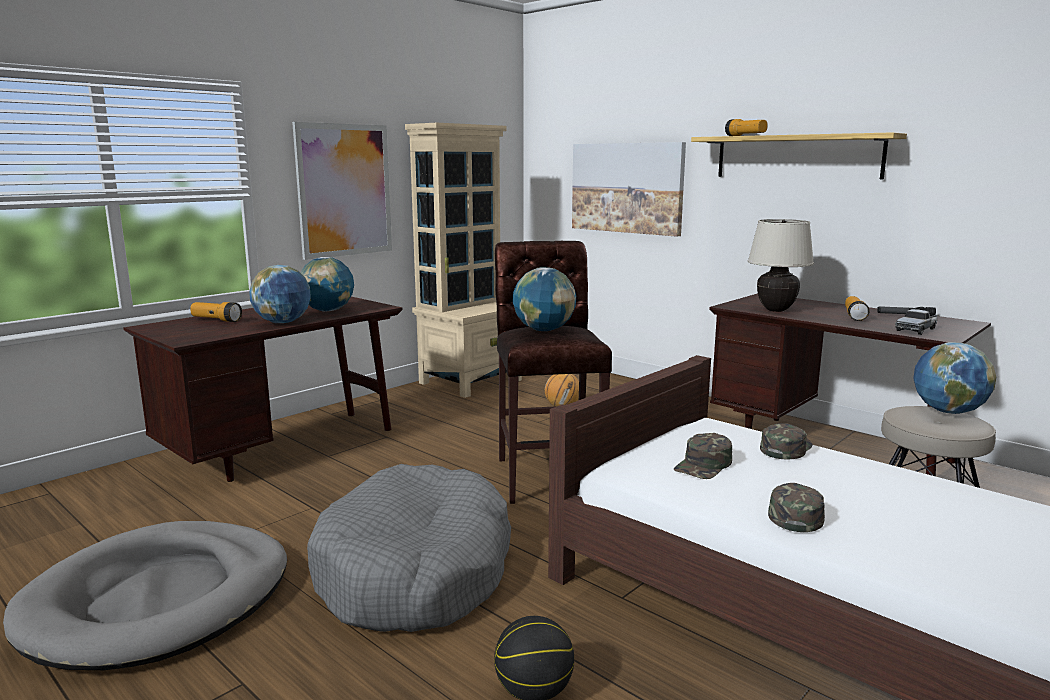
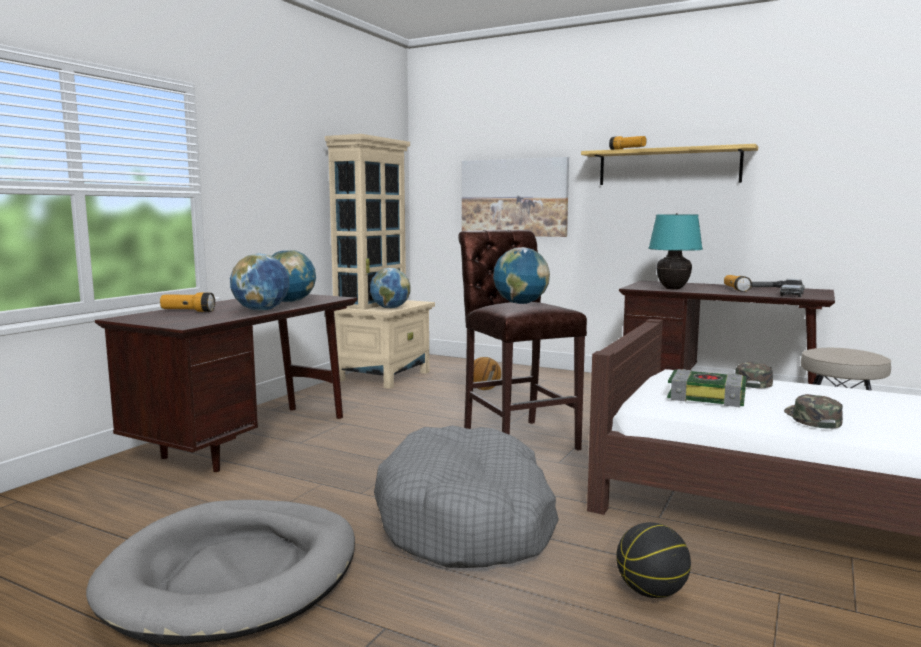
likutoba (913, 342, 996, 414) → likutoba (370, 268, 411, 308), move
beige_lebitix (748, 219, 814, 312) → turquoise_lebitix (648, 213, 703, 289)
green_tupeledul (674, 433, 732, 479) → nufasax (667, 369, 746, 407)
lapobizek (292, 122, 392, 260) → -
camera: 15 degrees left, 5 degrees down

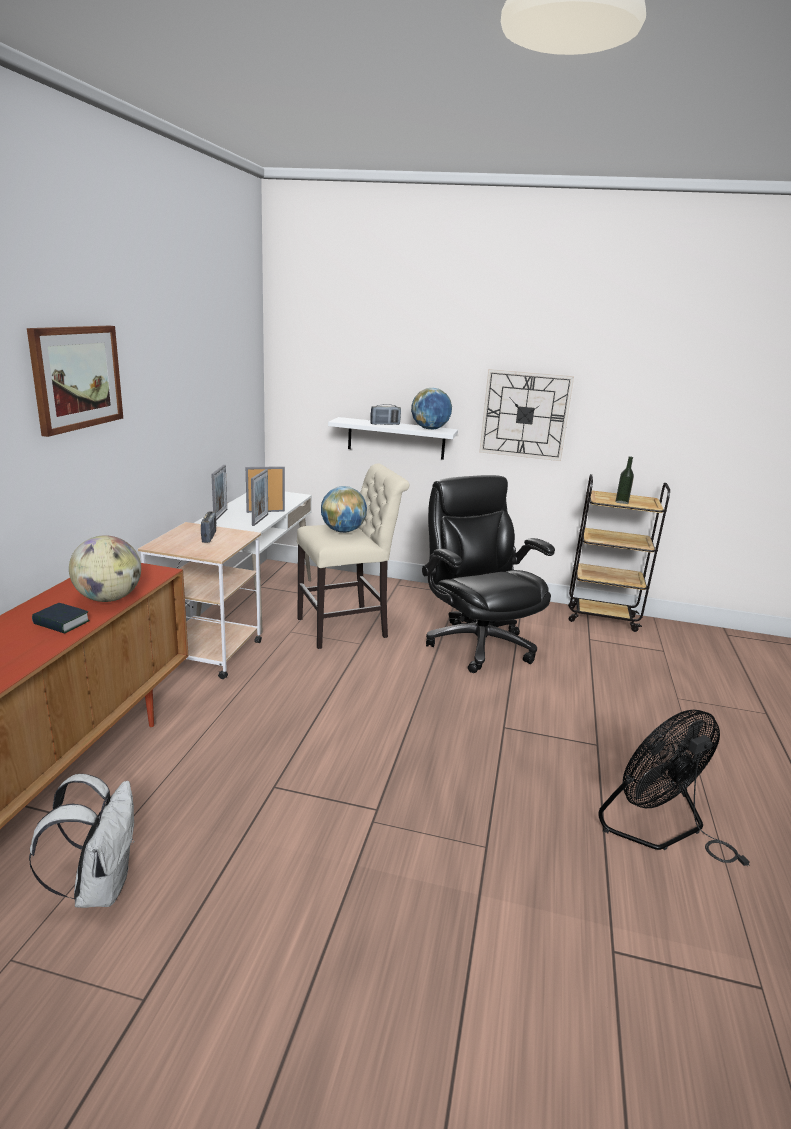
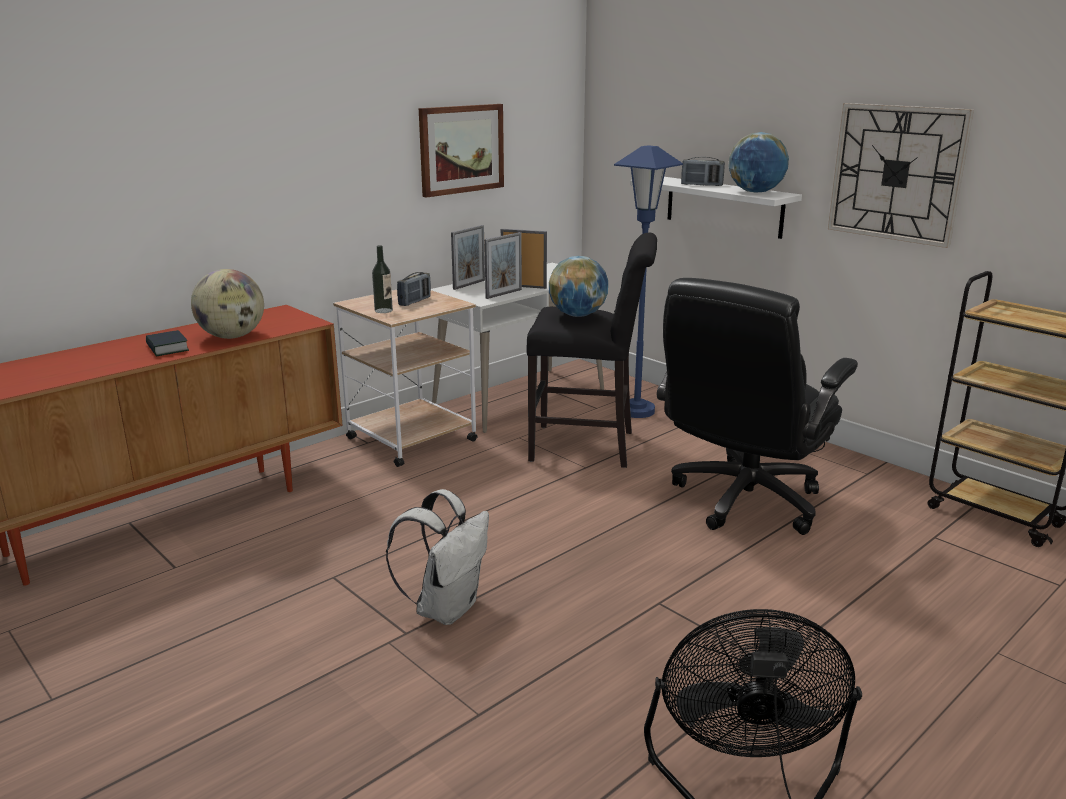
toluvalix (616, 456, 634, 504) → toluvalix (372, 245, 393, 313), move
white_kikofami (29, 774, 135, 908) → white_kikofami (386, 489, 489, 625), move
lapobizek (27, 326, 123, 437) → lapobizek (419, 104, 504, 198), move
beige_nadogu (297, 463, 409, 649) → black_nadogu (526, 233, 657, 468)
- → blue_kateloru (614, 145, 683, 418)
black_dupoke (422, 475, 555, 673) → black_dupoke (657, 278, 858, 535), 150 degrees counterclockwise
camera: 35 degrees right, 0 degrees up

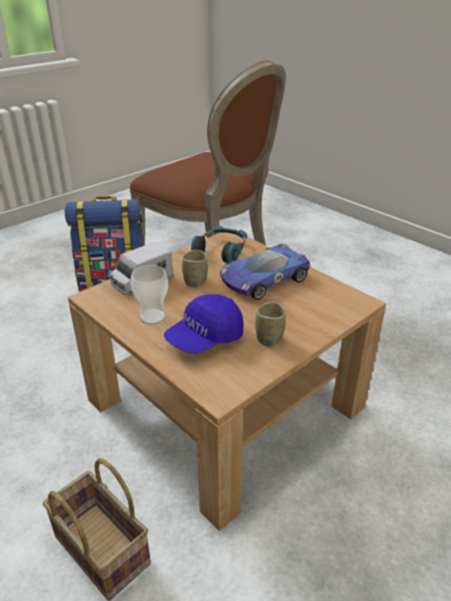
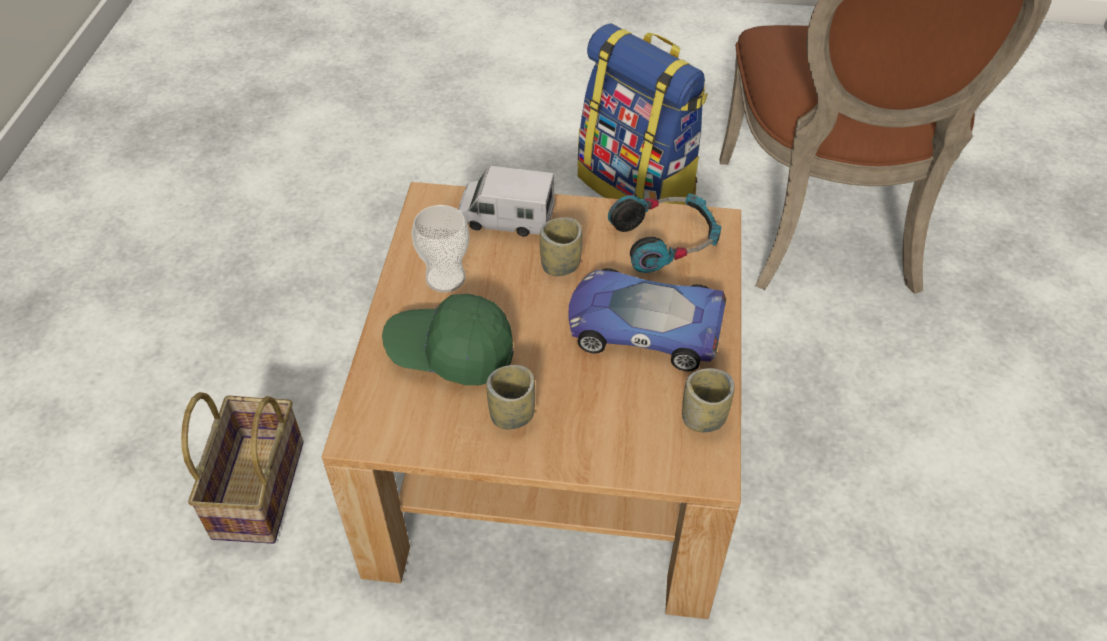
blue_tupeledul (164, 294, 243, 354) → green_tupeledul (382, 294, 513, 385)
- → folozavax (682, 368, 734, 432)
camera: 50 degrees right, 15 degrees up

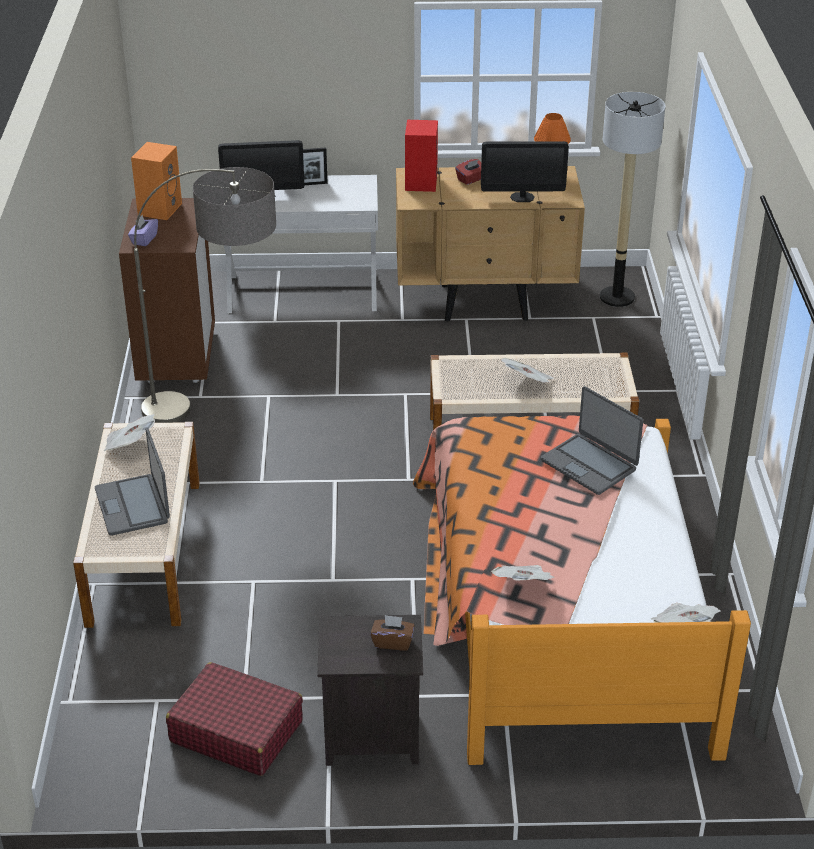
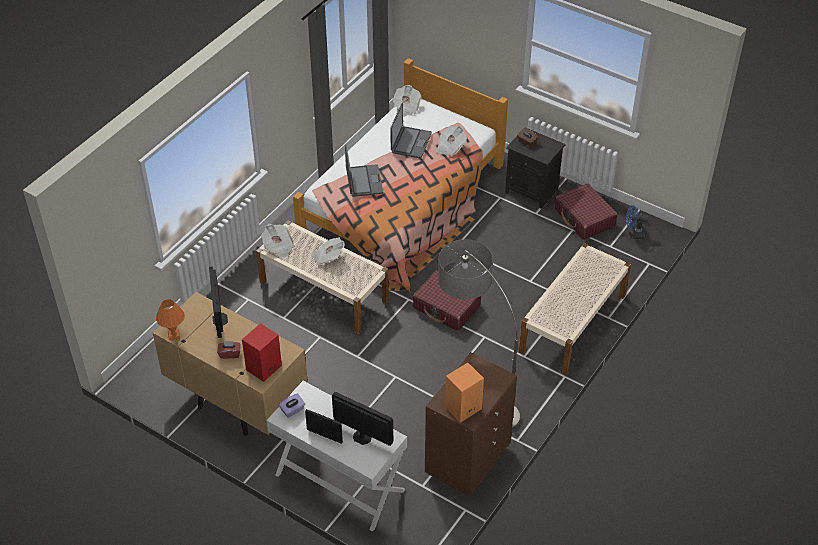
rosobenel (481, 141, 569, 202) → rosobenel (209, 266, 228, 338), 135 degrees counterclockwise
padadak (104, 414, 155, 451) → padadak (261, 224, 295, 259), move
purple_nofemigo (128, 215, 158, 246) → purple_nofemigo (279, 393, 305, 418), move
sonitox (95, 428, 170, 536) → sonitox (390, 103, 432, 158), move
- → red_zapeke (413, 270, 481, 331)
- → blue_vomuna (626, 205, 648, 240)
kateloru (600, 92, 665, 307) → -
camera: 145 degrees left, 10 degrees up

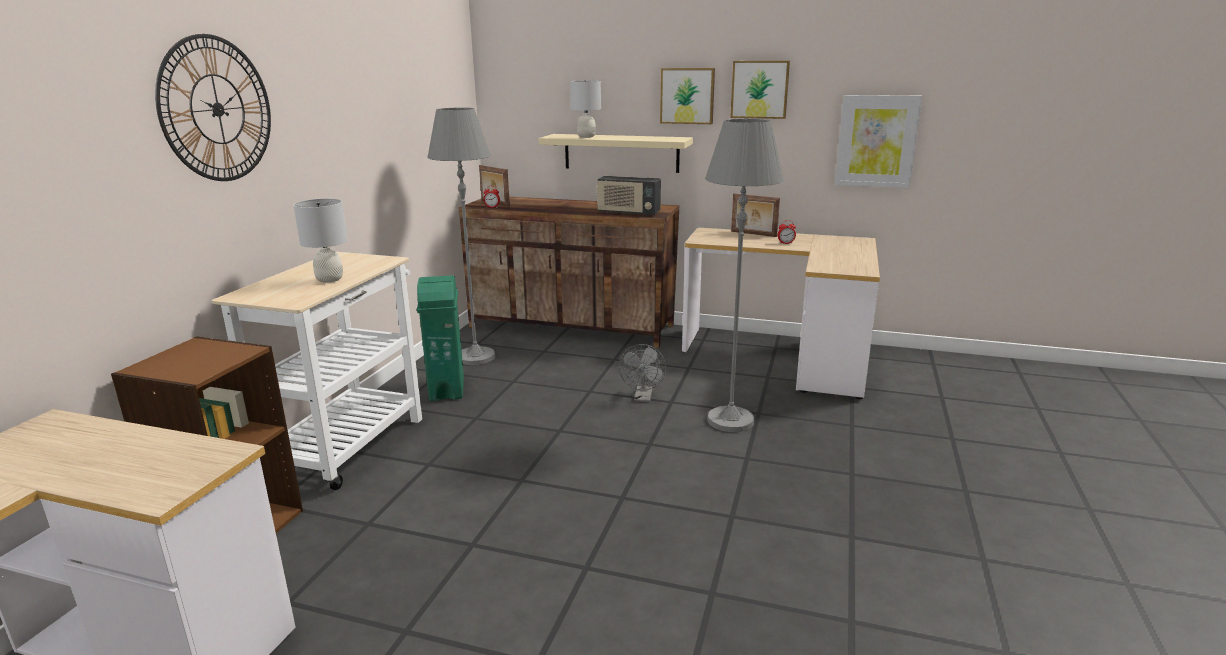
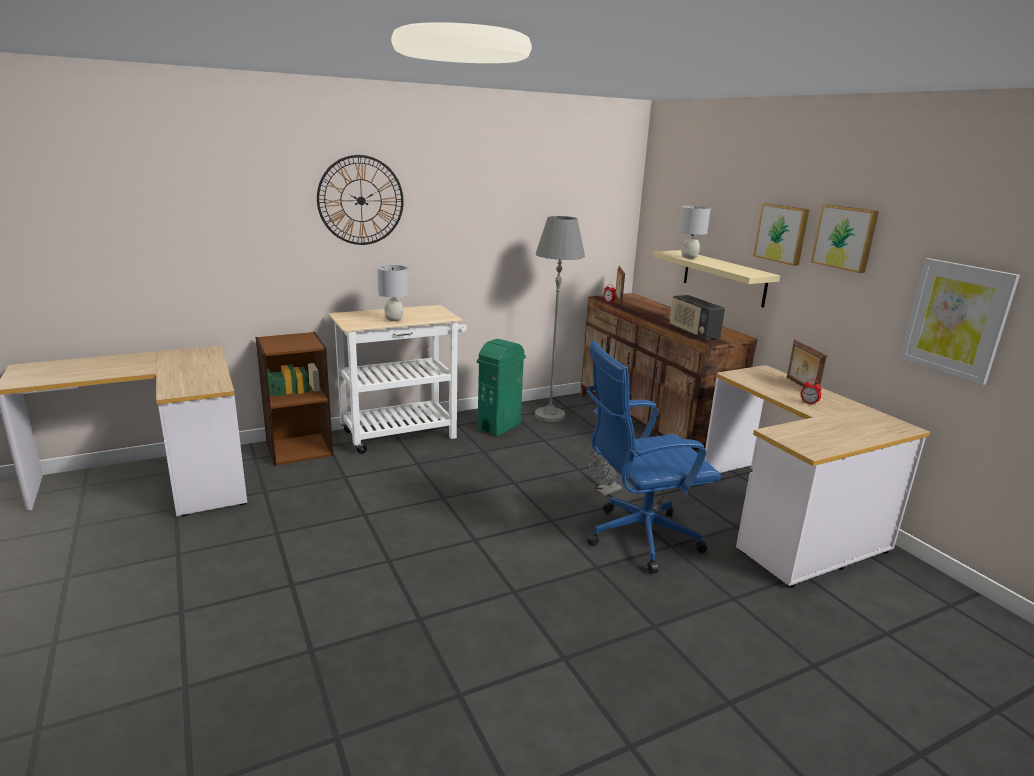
grey_kateloru (705, 118, 784, 432) → blue_dupoke (587, 341, 721, 574)
camera: 45 degrees right, 0 degrees up

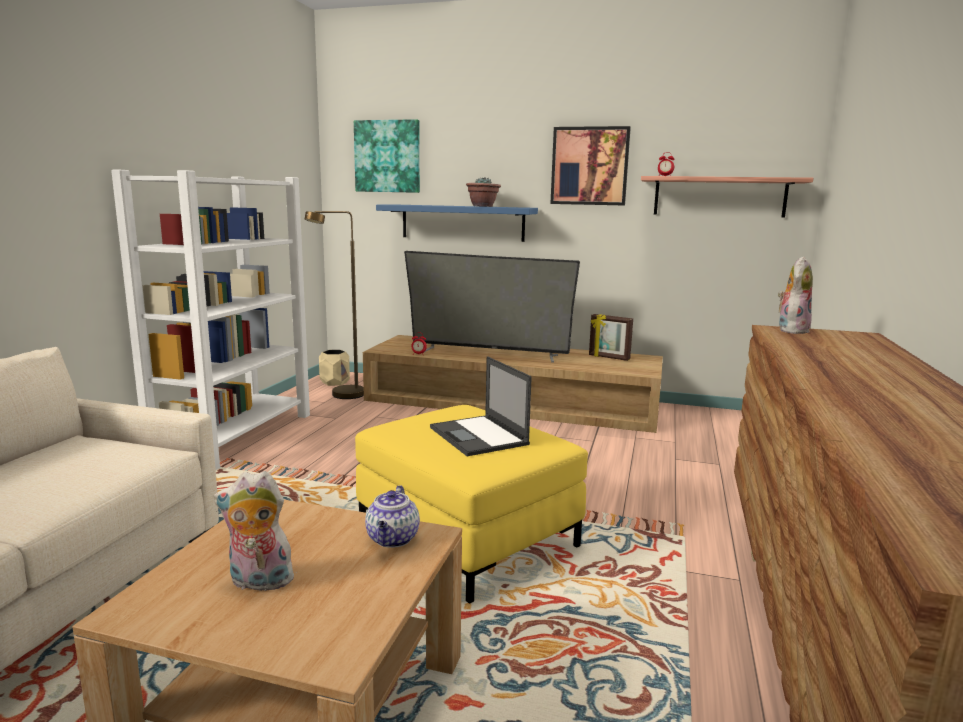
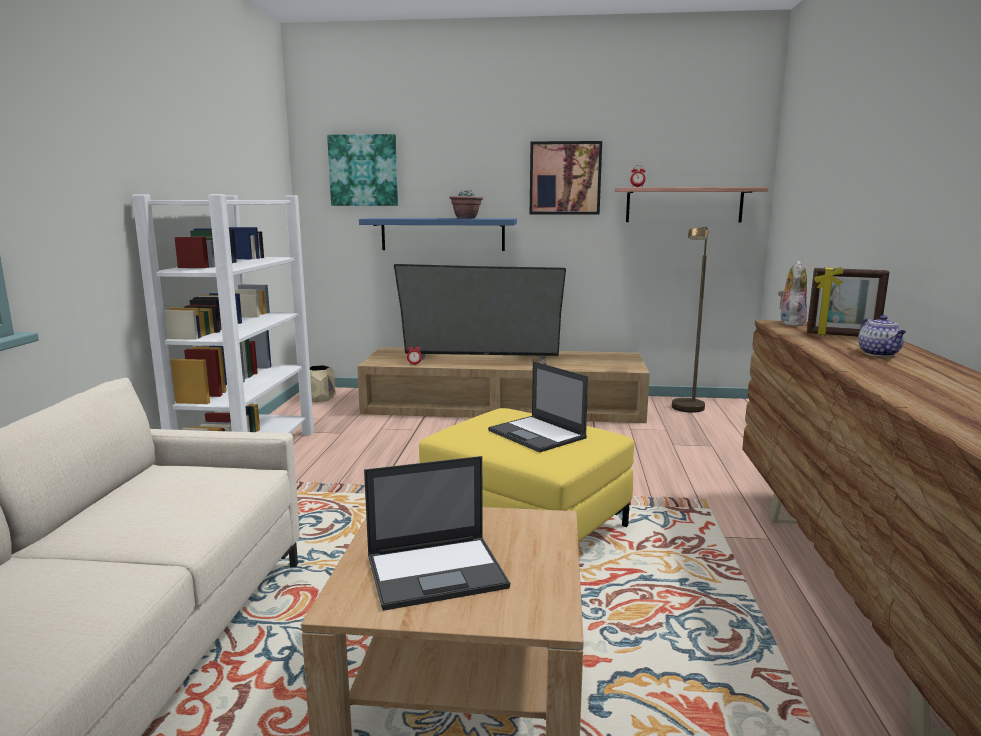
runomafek (214, 471, 300, 591) → sonitox (364, 456, 510, 611)
brown_kateloru (305, 211, 364, 399) → brown_kateloru (672, 227, 708, 413), move
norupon (589, 314, 633, 361) → norupon (807, 267, 889, 337), move
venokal (365, 485, 420, 548) → venokal (858, 315, 906, 357), move
camera: 10 degrees left, 0 degrees up

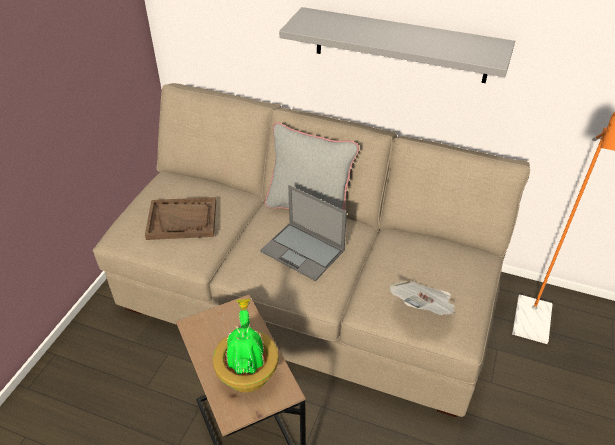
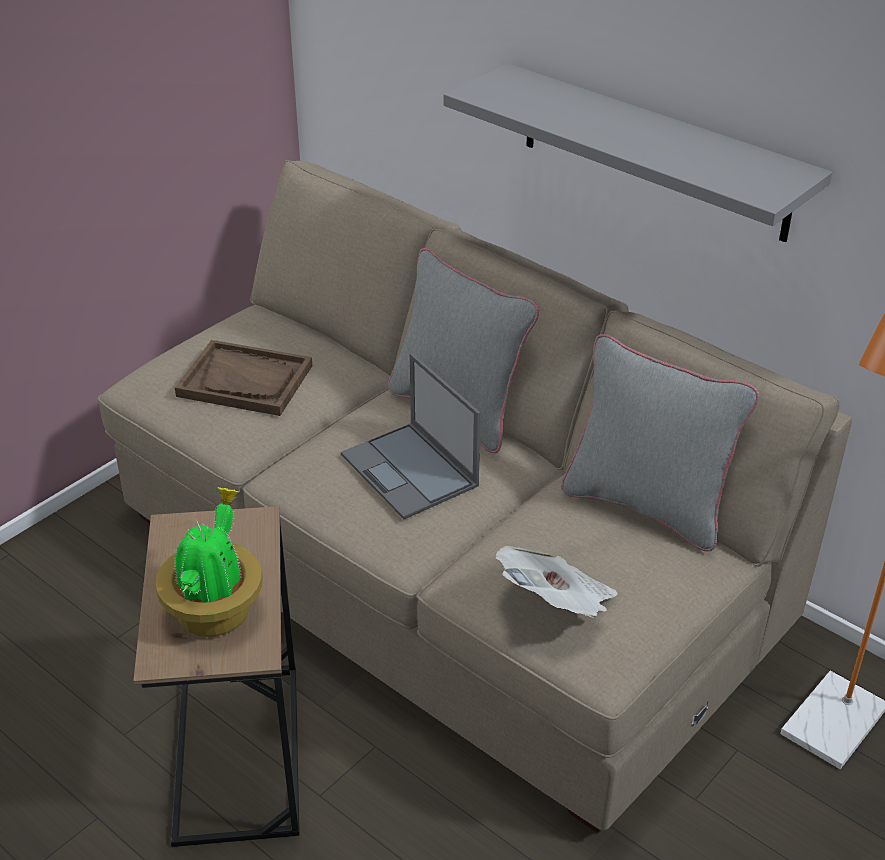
- → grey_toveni (561, 334, 759, 551)
camera: 20 degrees right, 5 degrees down

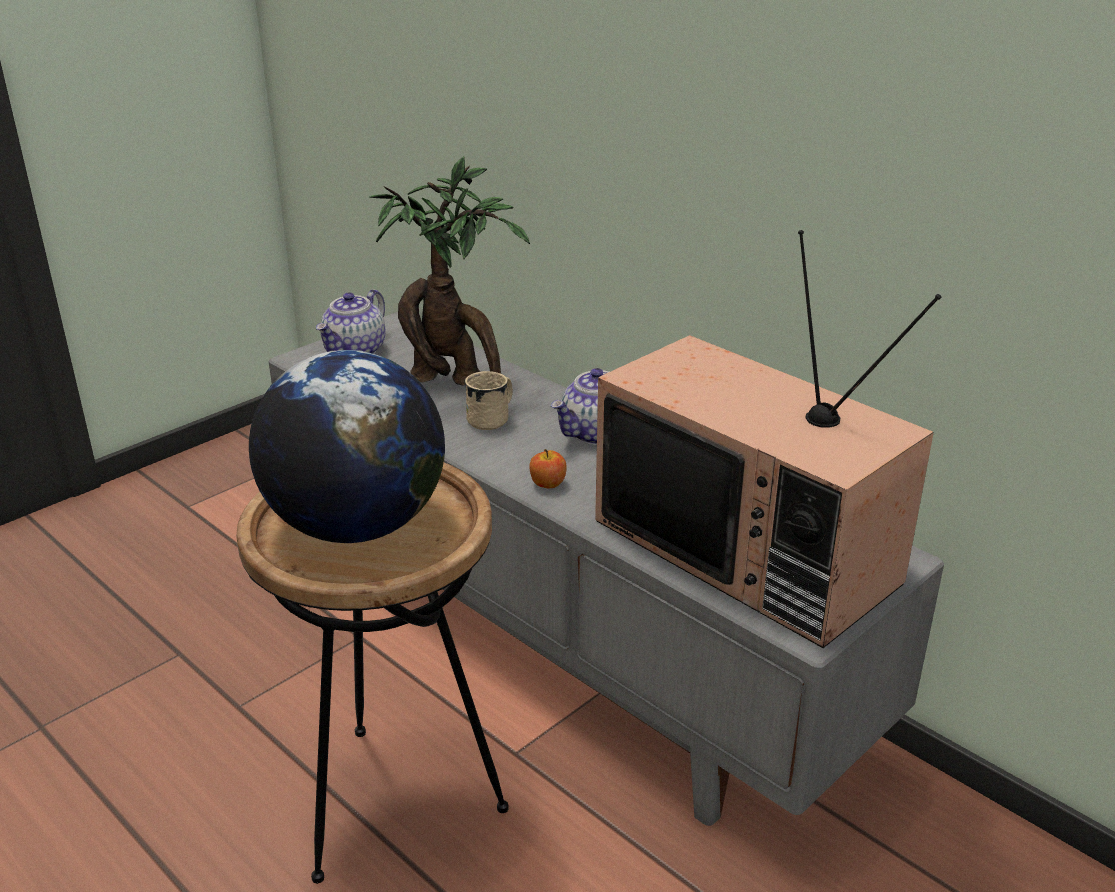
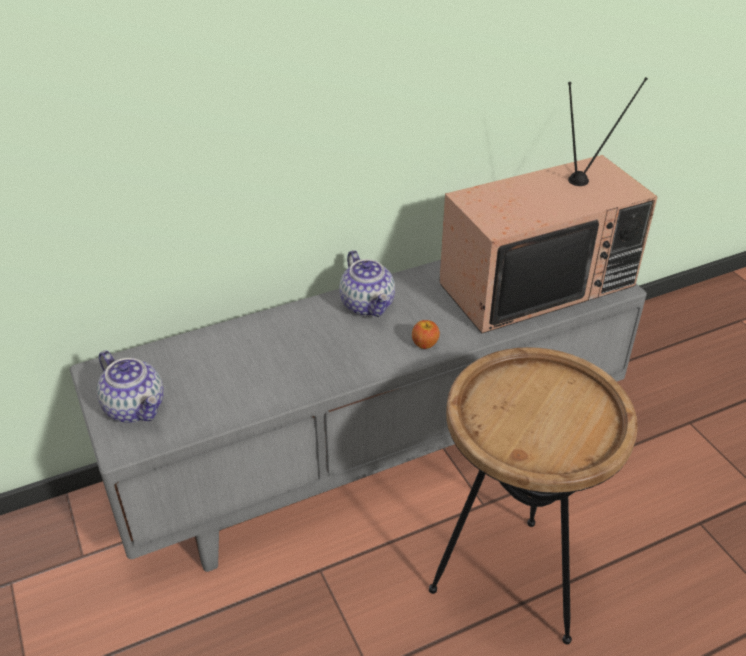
likutoba (249, 350, 445, 543) → -
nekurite (369, 156, 530, 385) → -
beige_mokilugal (464, 371, 513, 430) → -
camera: 70 degrees left, 10 degrees up

